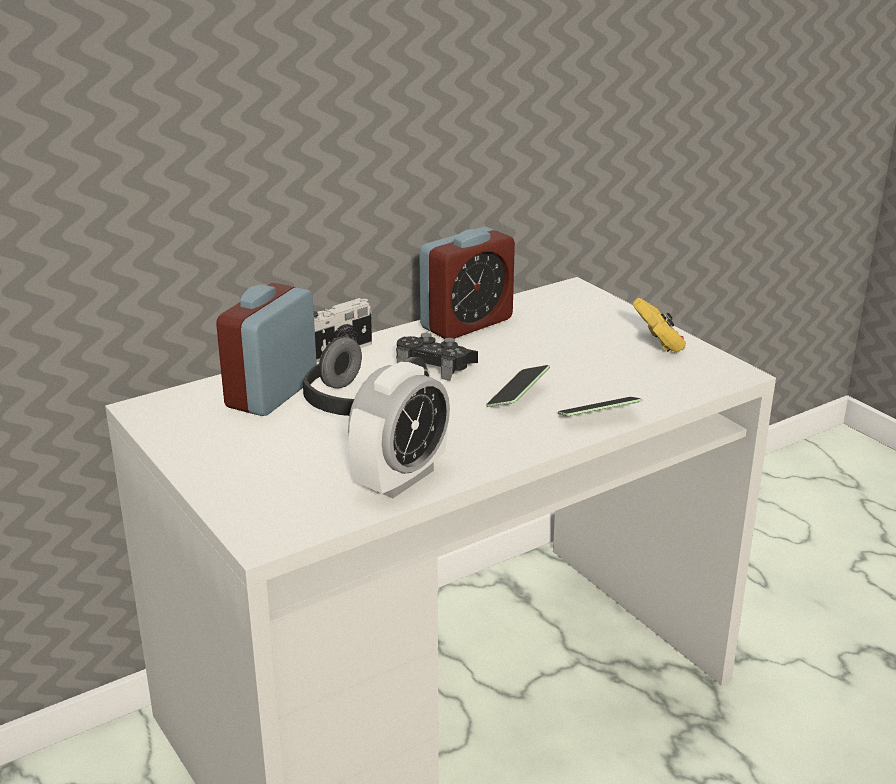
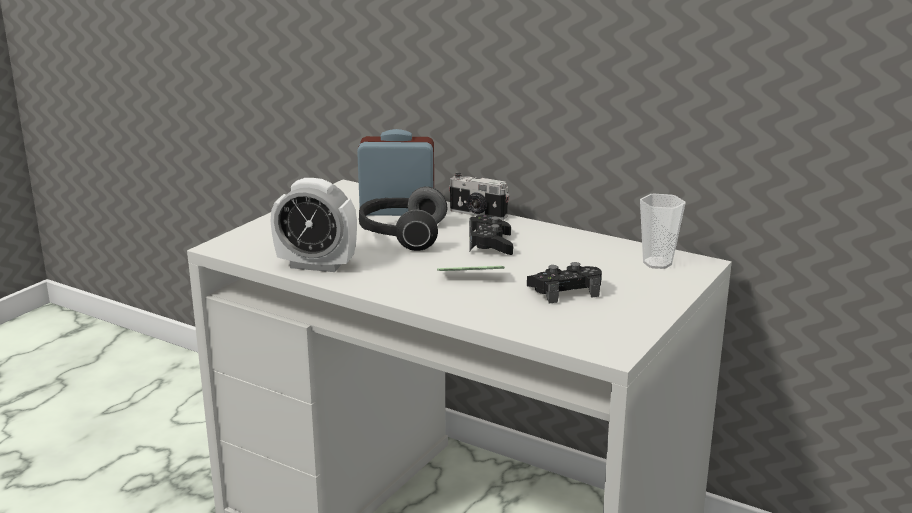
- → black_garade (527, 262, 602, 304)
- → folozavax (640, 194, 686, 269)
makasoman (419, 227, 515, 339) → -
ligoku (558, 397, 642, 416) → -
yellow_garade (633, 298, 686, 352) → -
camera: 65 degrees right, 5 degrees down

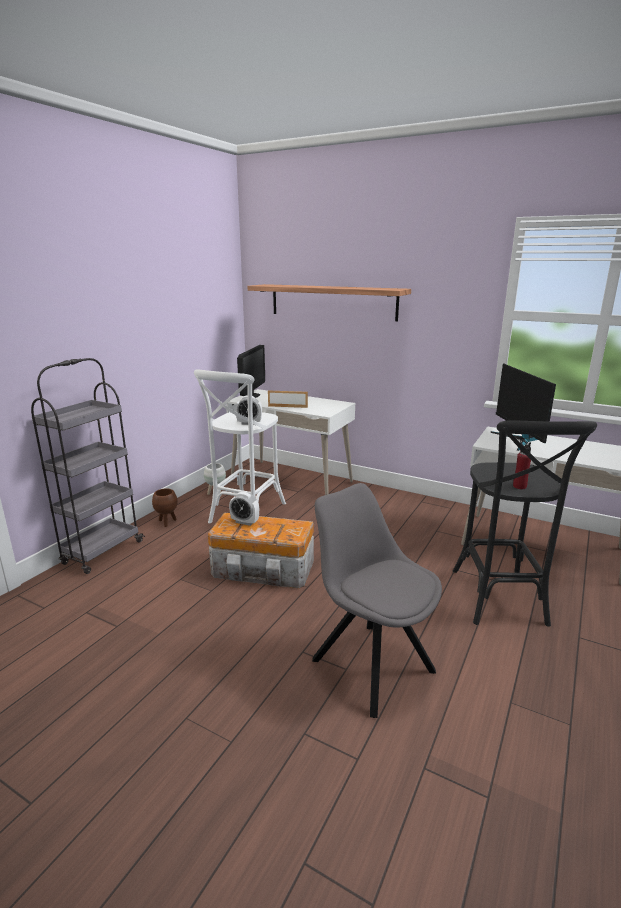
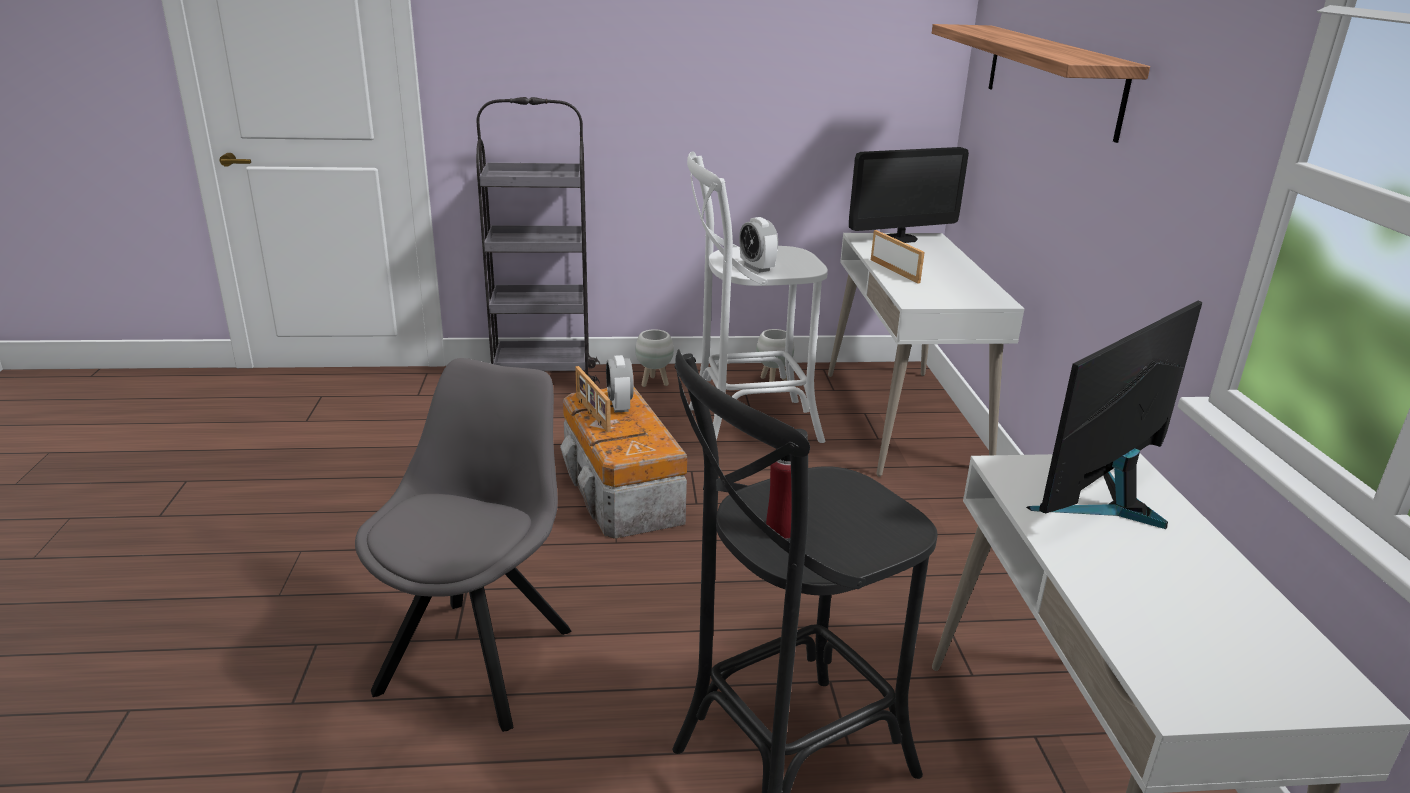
- → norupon (575, 366, 611, 432)
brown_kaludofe (152, 488, 178, 527) → white_kaludofe (635, 329, 674, 387)
camera: 55 degrees right, 5 degrees up

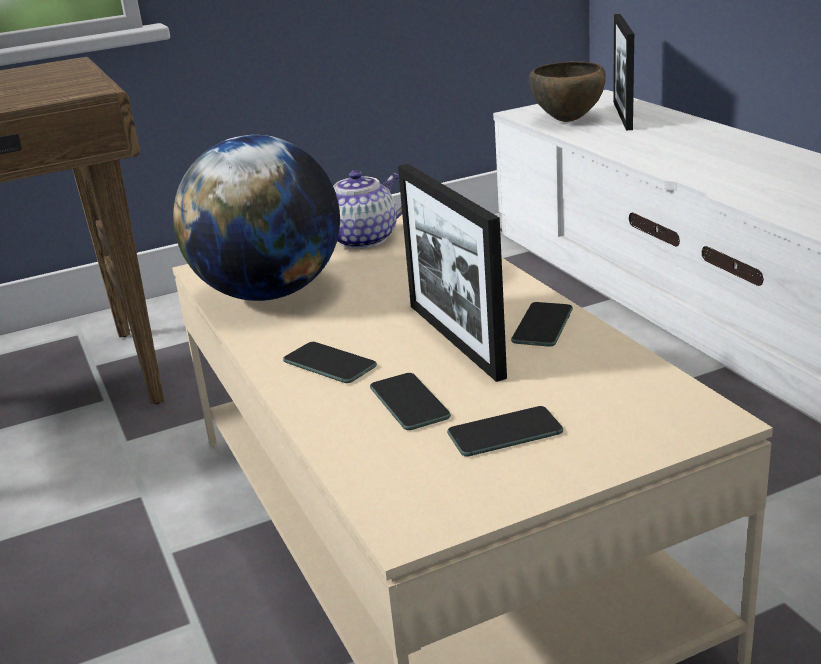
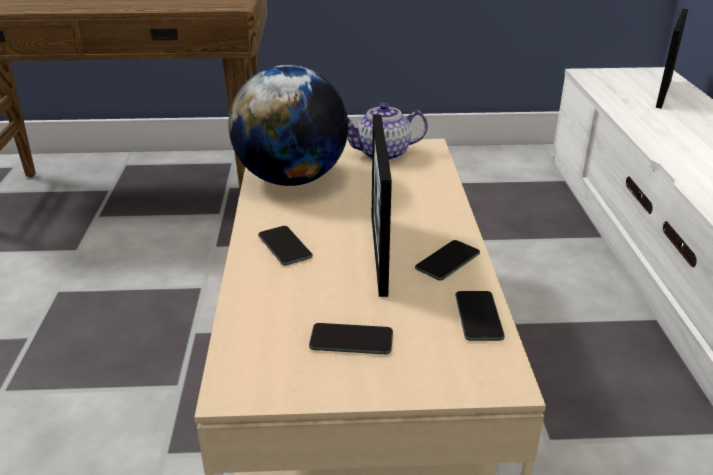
ligoku (370, 373, 451, 430) → ligoku (455, 291, 505, 341), move
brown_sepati (529, 61, 606, 122) → -
camera: 20 degrees right, 5 degrees up

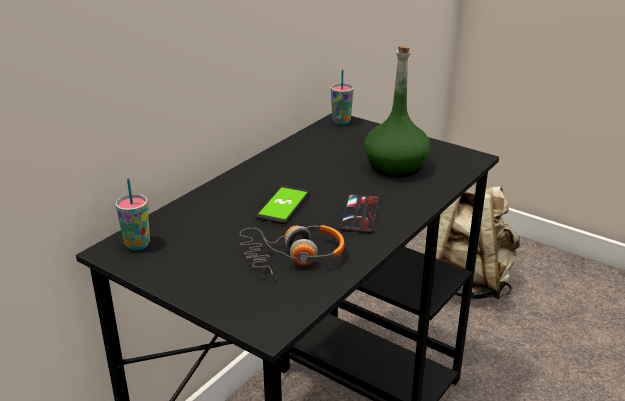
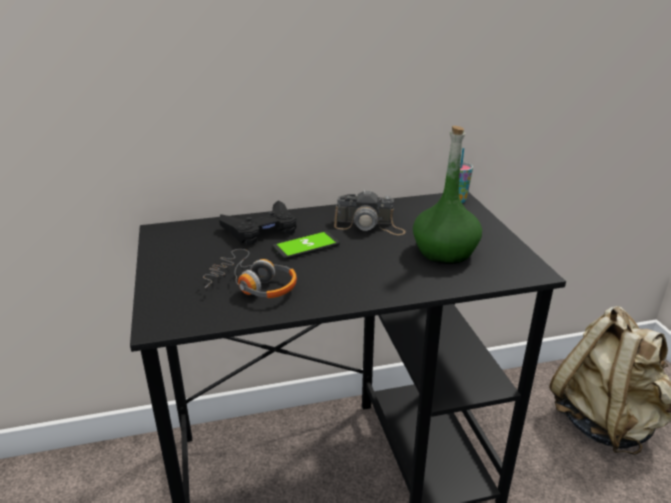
- → black_garade (219, 200, 296, 245)
- → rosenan (334, 189, 406, 235)
folozavax (115, 178, 150, 251) → -
ligoku (339, 194, 380, 233) → -
camera: 40 degrees right, 0 degrees up

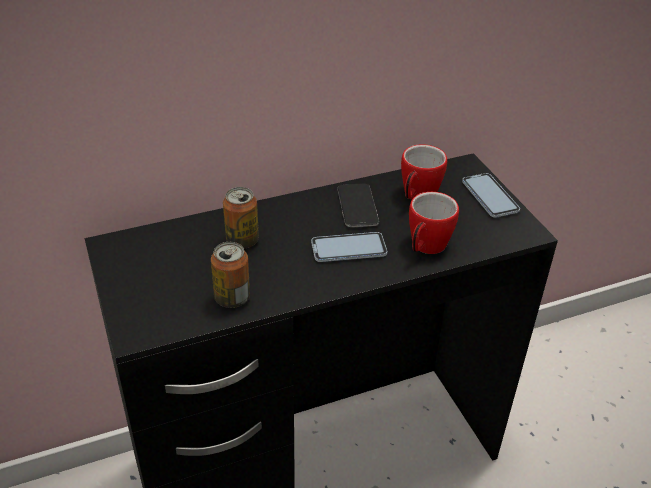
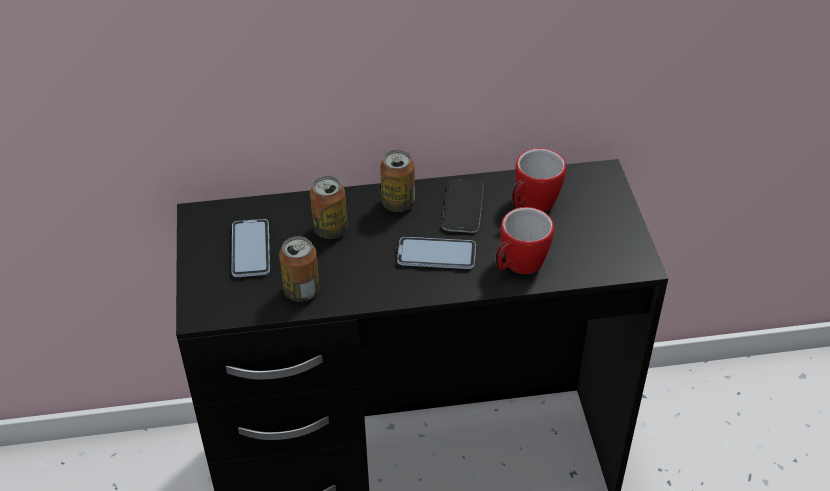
ligoku (462, 173, 520, 218) → ligoku (232, 219, 270, 277), move
- → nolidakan (380, 150, 415, 212)
camera: 15 degrees right, 5 degrees up

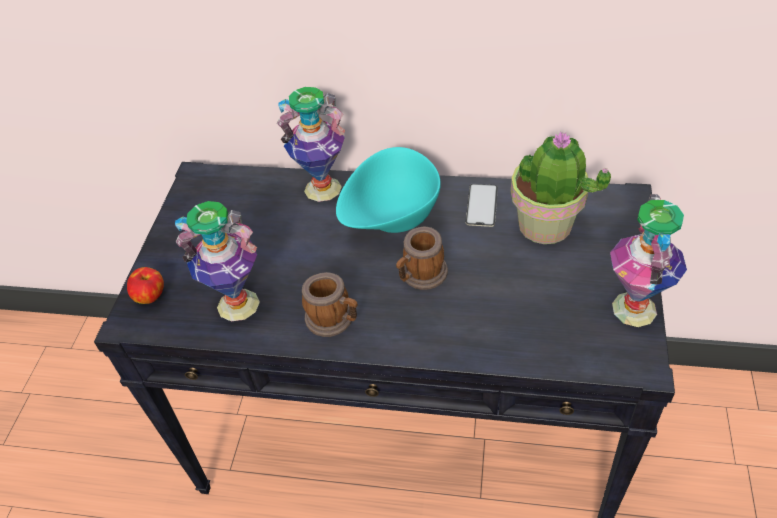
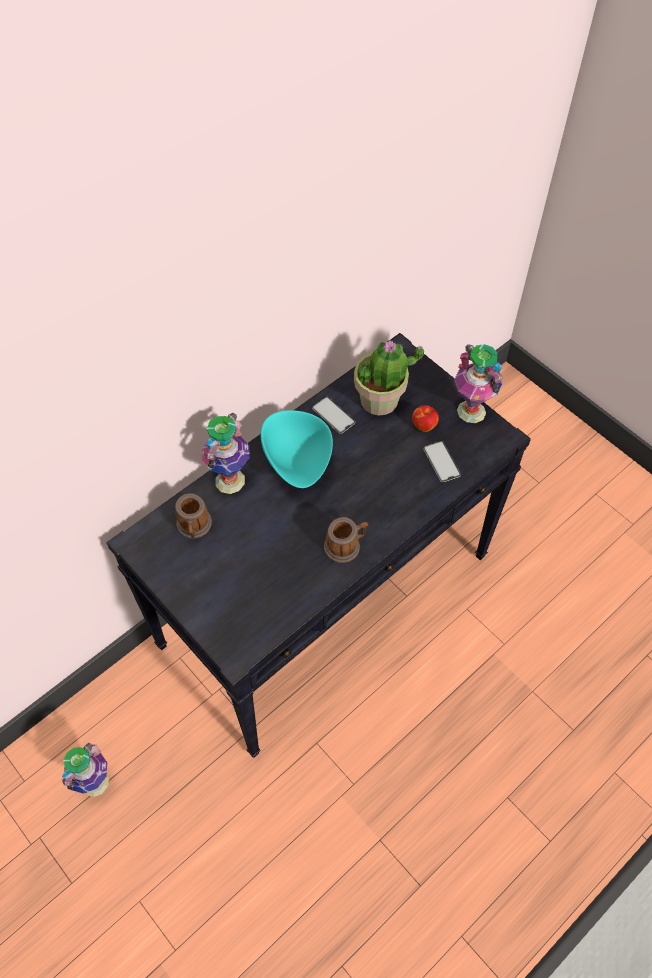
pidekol (175, 201, 260, 321) → pidekol (62, 743, 109, 797), move
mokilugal (396, 227, 448, 290) → mokilugal (175, 493, 212, 539), move
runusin (127, 267, 164, 304) → runusin (412, 405, 439, 432), move
- → ligoku (423, 441, 461, 482)
camera: 55 degrees left, 10 degrees up

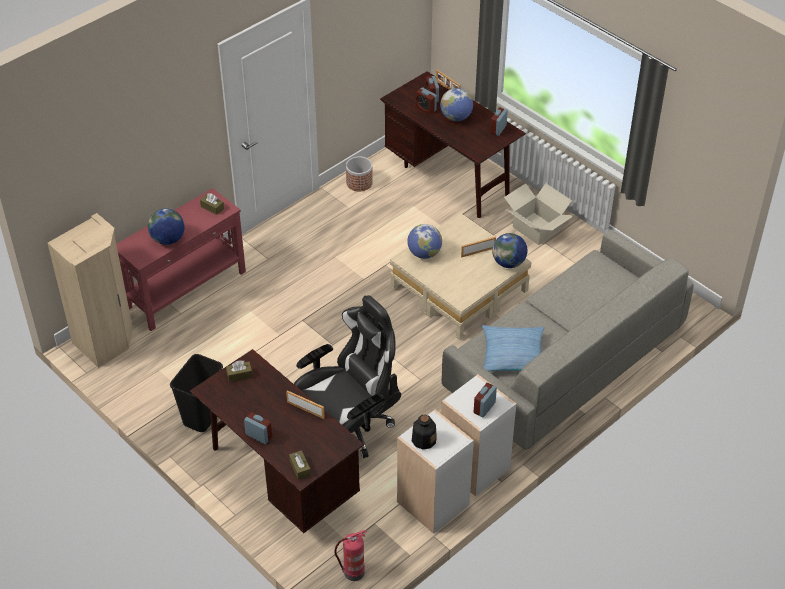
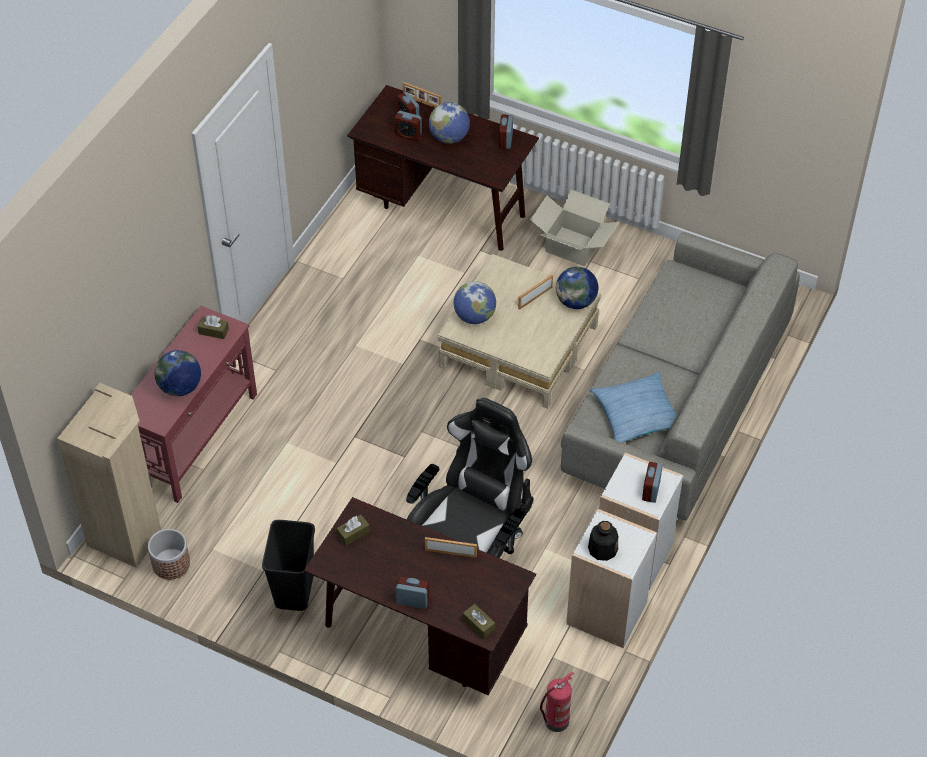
kaludofe (346, 156, 373, 192) → kaludofe (148, 529, 190, 580), move
camera: 20 degrees left, 5 degrees up

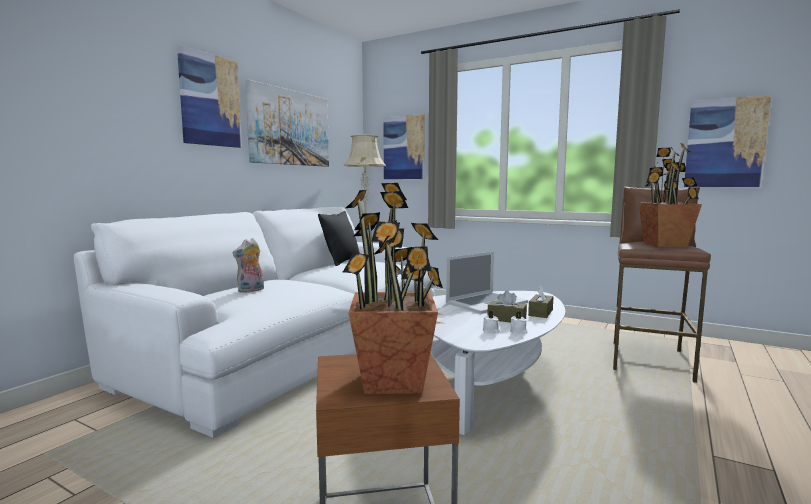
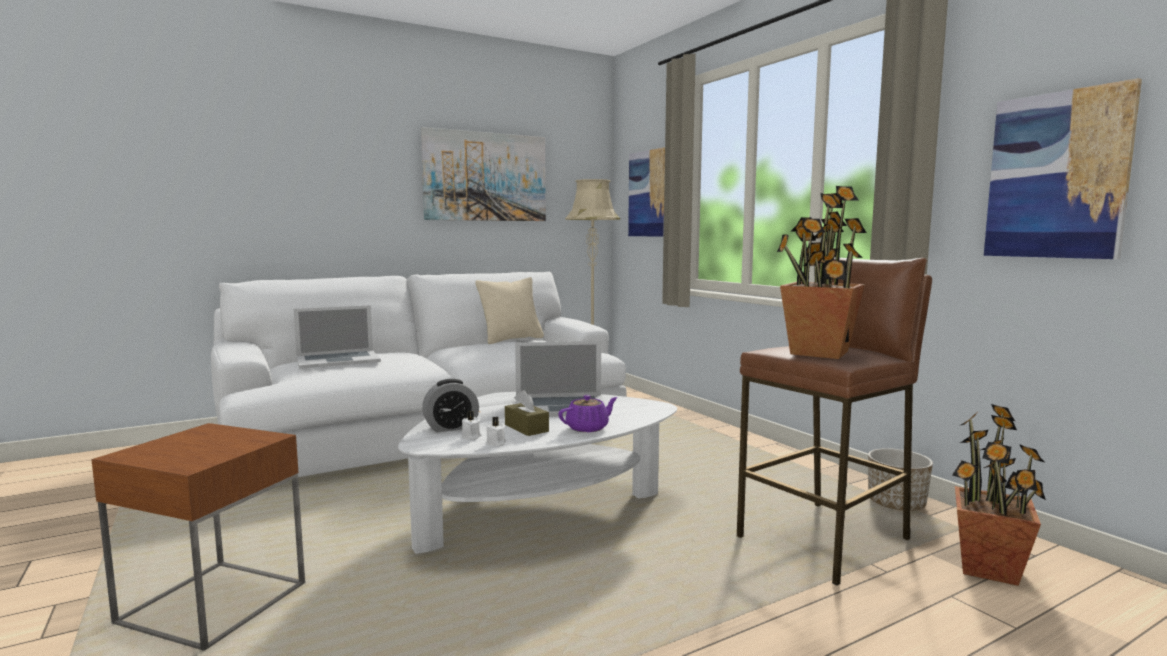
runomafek (232, 238, 264, 293) → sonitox (294, 305, 381, 369)
- → makasoman (422, 379, 479, 432)
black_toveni (318, 211, 360, 266) → beige_toveni (475, 277, 544, 344)
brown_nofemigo (528, 285, 554, 318) → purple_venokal (558, 395, 618, 432)
- → kaludofe (868, 448, 933, 511)
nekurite (343, 183, 443, 394) → nekurite (952, 404, 1046, 586), move
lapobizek (177, 45, 242, 148) → -
camera: 30 degrees right, 0 degrees up

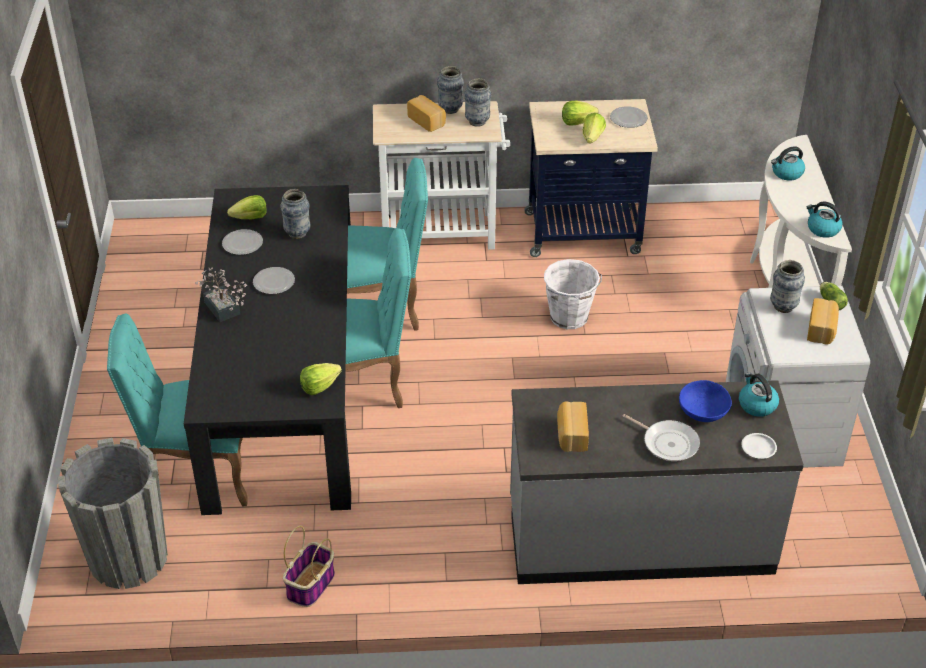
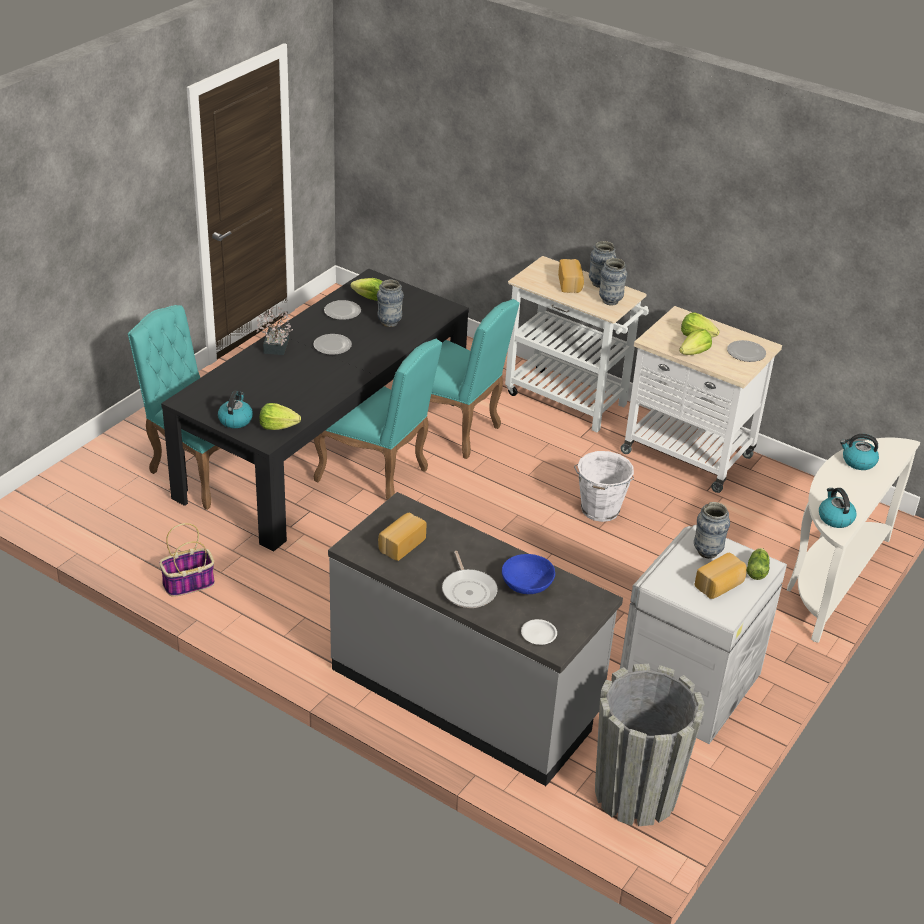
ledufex (739, 373, 779, 417) → ledufex (218, 391, 253, 428), move
grey_kaludofe (58, 438, 168, 589) → grey_kaludofe (595, 664, 704, 826), move
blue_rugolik (524, 99, 658, 257) → white_rugolik (620, 306, 782, 493)
camera: 35 degrees right, 5 degrees down

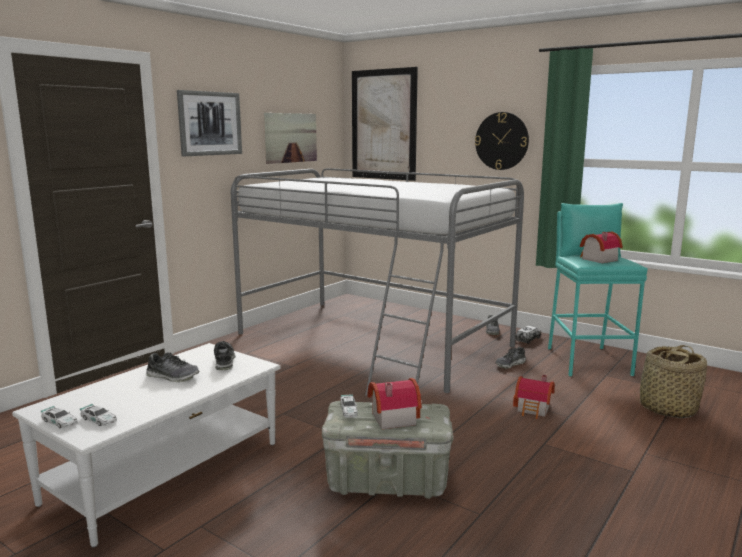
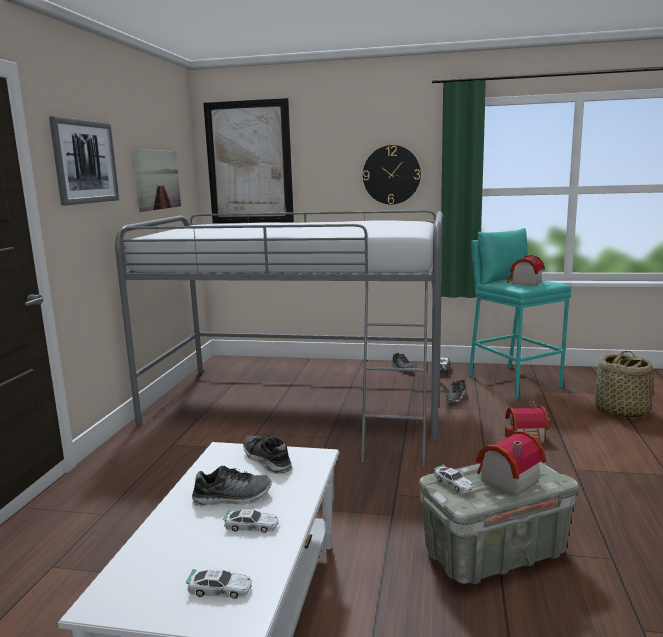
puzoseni (41, 406, 77, 429) → puzoseni (223, 509, 278, 533), move
camera: 25 degrees left, 0 degrees up

